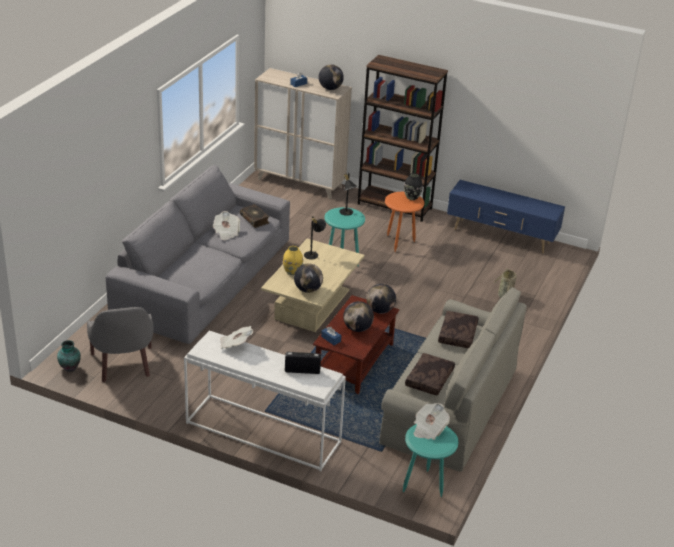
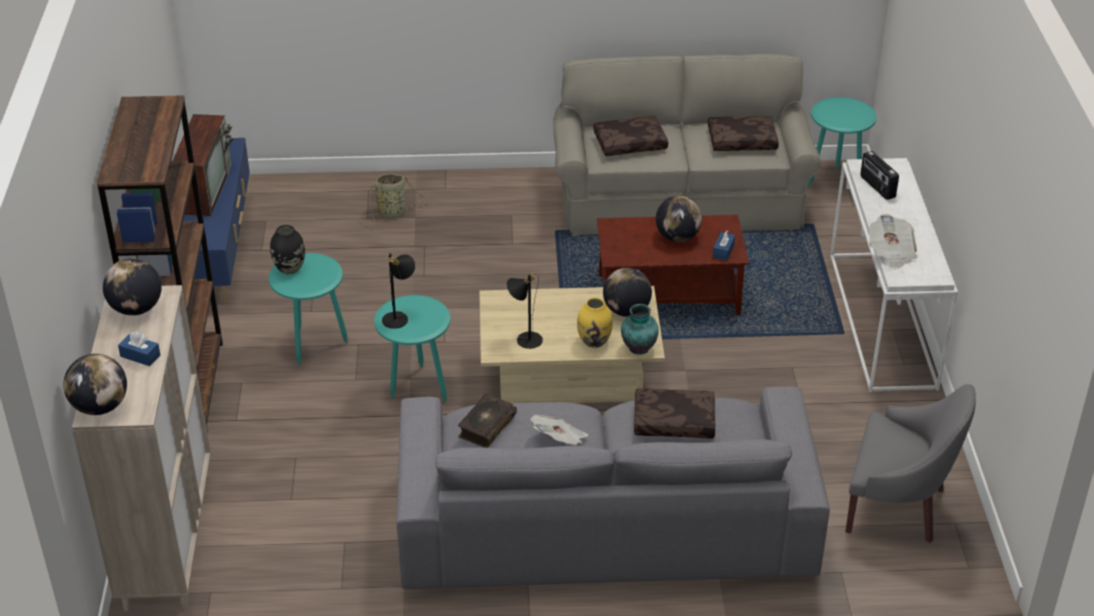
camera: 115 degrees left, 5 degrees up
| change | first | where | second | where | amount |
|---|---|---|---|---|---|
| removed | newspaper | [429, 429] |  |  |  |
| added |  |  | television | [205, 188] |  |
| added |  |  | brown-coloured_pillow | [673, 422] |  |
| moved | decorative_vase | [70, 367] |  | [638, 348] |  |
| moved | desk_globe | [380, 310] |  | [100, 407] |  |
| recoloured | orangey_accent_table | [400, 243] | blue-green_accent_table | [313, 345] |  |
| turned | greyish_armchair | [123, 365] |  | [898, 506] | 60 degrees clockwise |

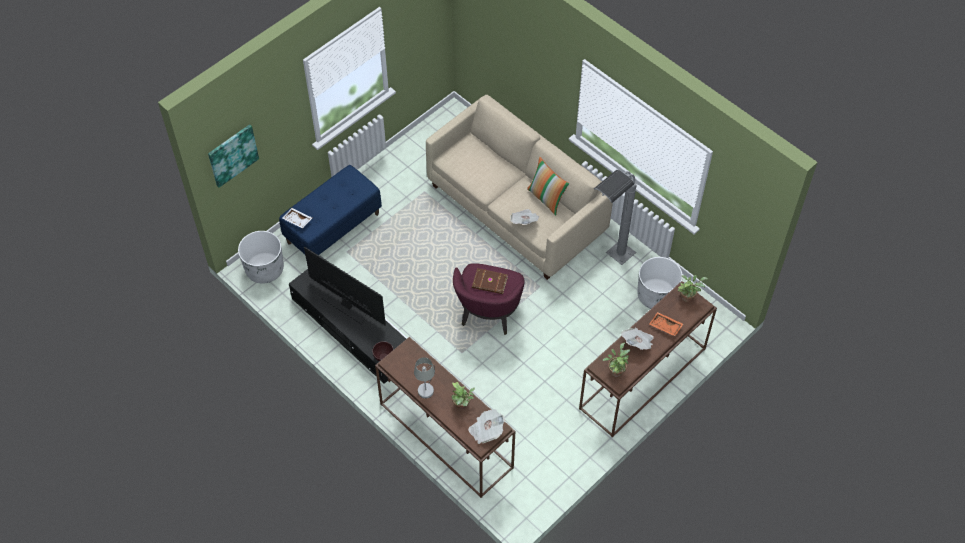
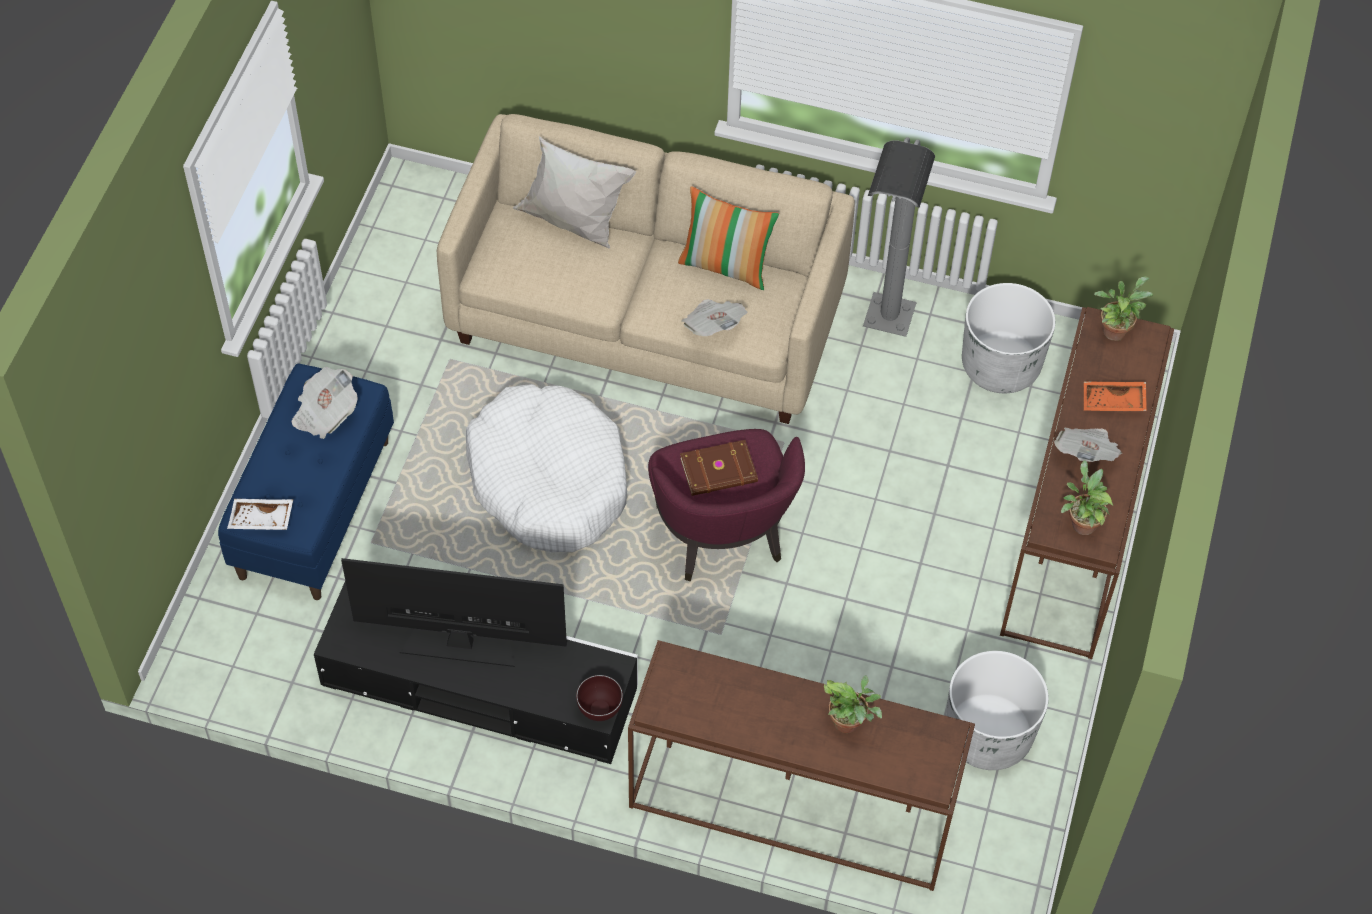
camera: 30 degrees left, 0 degrees up
| change | first | where | second | where | amount |
|---|---|---|---|---|---|
| removed | wall_picture | [232, 155] |  |  |  |
| removed | greyish_lamp_for_a_table | [426, 386] |  |  |  |
| added |  |  | white-coloured_pet_bed | [548, 480] |  |
| added |  |  | white-coloured_pillow | [574, 223] |  |
| moved | white-coloured_planter | [264, 269] |  | [988, 735] |  |
| moved | newspaper | [486, 431] |  | [325, 413] |  |

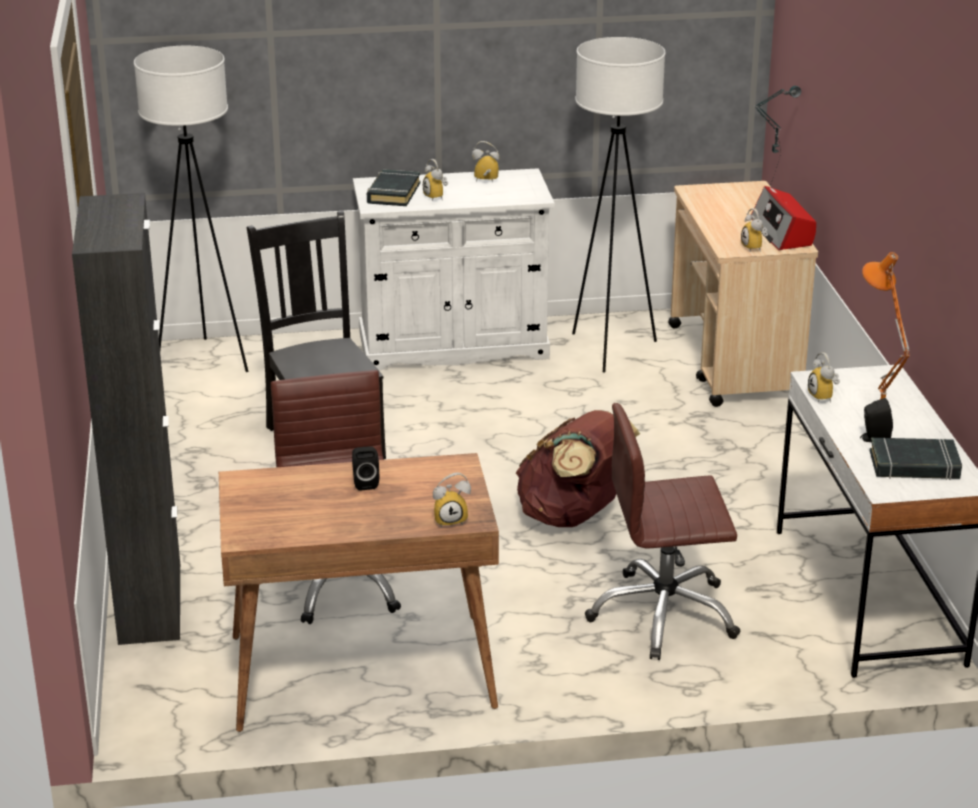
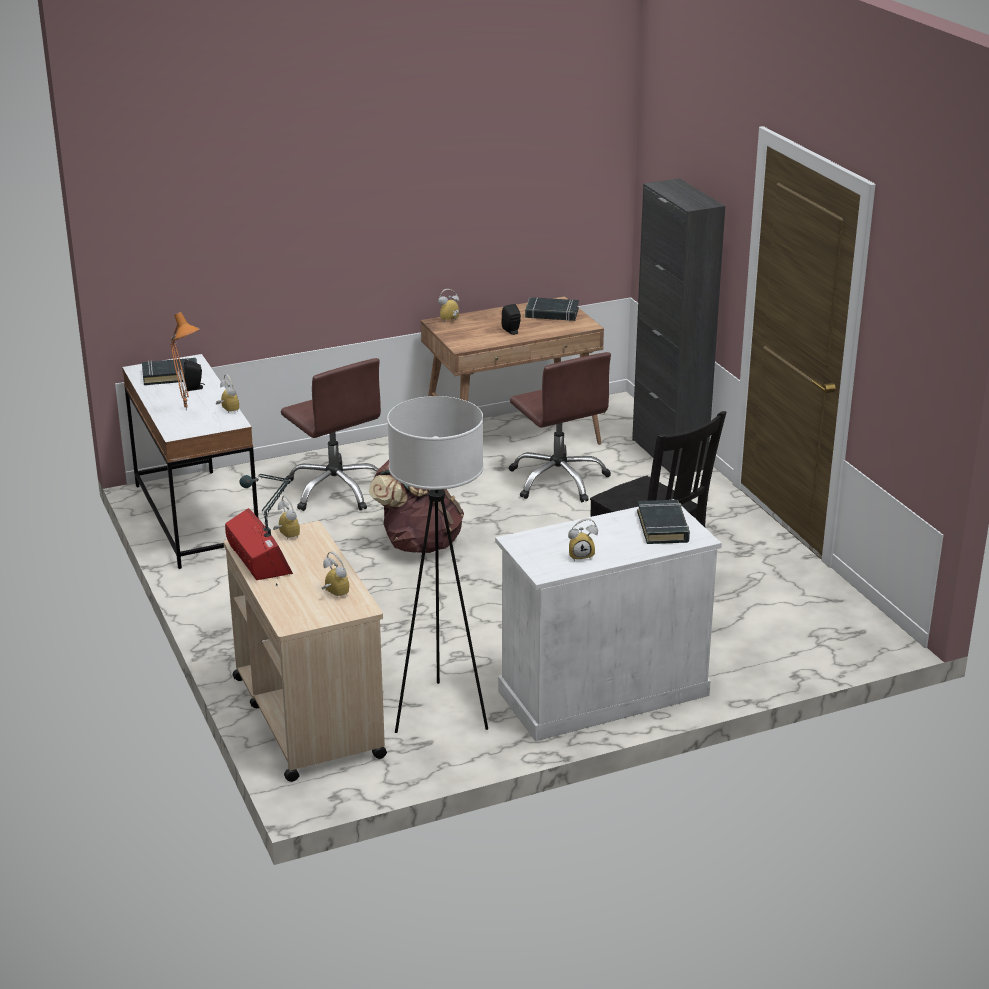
camera: 165 degrees right, 0 degrees up
| change | first | where | second | where | amount |
|---|---|---|---|---|---|
| removed | white-coloured_standard_lamp | [204, 361] |  |  |  |
| added |  |  | black-coloured_volume | [551, 313] |  |
| moved | table_clock | [437, 197] |  | [332, 594] |  |
| turned | brown-coloured_computer_chair | [663, 615] |  | [336, 489] | 75 degrees clockwise |

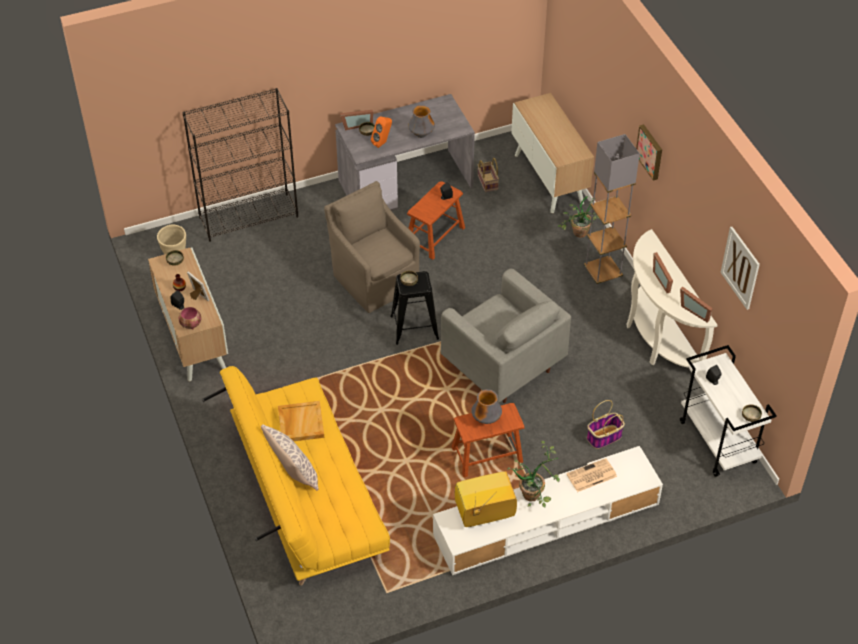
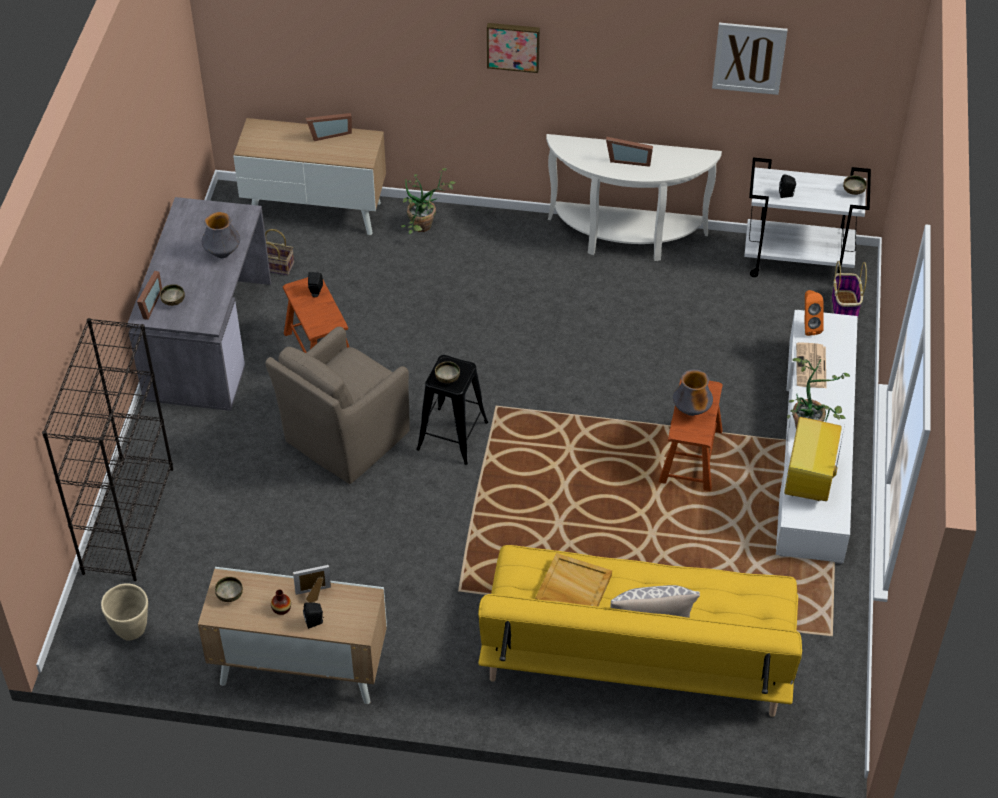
camera: 60 degrees left, 0 degrees up
| change | first | where | second | where | amount |
|---|---|---|---|---|---|
| removed | serving_bowl | [191, 325] |  |  |  |
| removed | greyish_armchair | [503, 366] |  |  |  |
| removed | greyish_standard_lamp | [602, 273] |  |  |  |
| moved | orangey_speaker | [382, 143] |  | [809, 327] |  |
| moved | storage_basket | [604, 437] |  | [845, 307] |  |
| moved | picture_frame | [695, 310] |  | [329, 133] |  |
| turned | brown-coloured_armchair | [374, 279] |  | [344, 439] | 45 degrees counterclockwise |

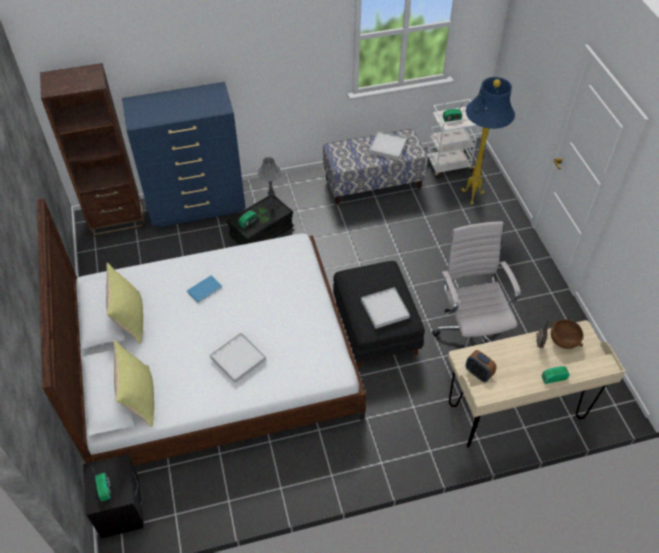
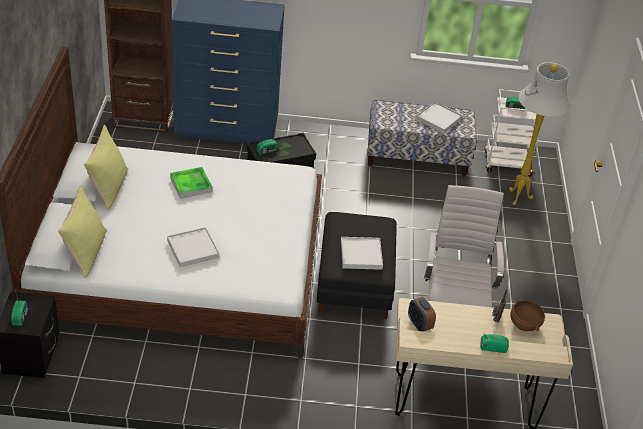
camera: 15 degrees right, 10 degrees down
| change | first | where | second | where | amount |
|---|---|---|---|---|---|
| removed | greyish_lamp_for_a_table | [272, 205] |  |  |  |
| replaced | blue_volume | [205, 289] | tray | [191, 185] |  |
| recoloured | blue_standard_lamp | [472, 196] | white-coloured_standard_lamp | [518, 198] |  |

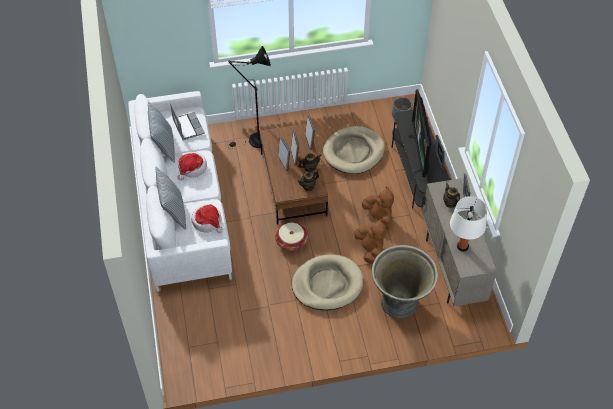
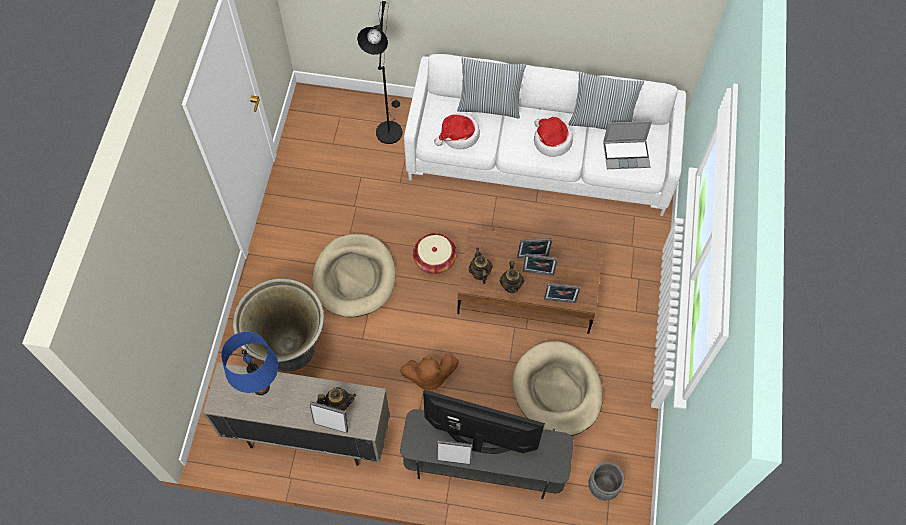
camera: 110 degrees right, 10 degrees up
| change | first | where | second | where | amount |
|---|---|---|---|---|---|
| removed | brown-coloured_plush_toy | [370, 249] |  |  |  |
| moved | black-coloured_standard_lamp | [254, 141] |  | [389, 128] |  |
| recoloured | white-coloured_lamp_for_a_table | [462, 246] | blue_lamp_for_a_table | [261, 387] |  |

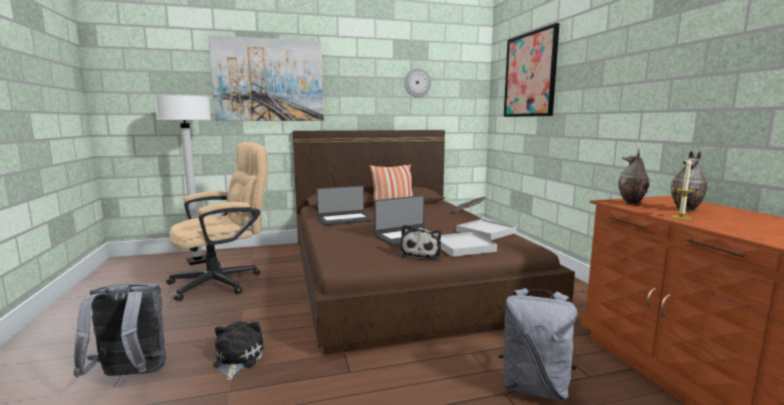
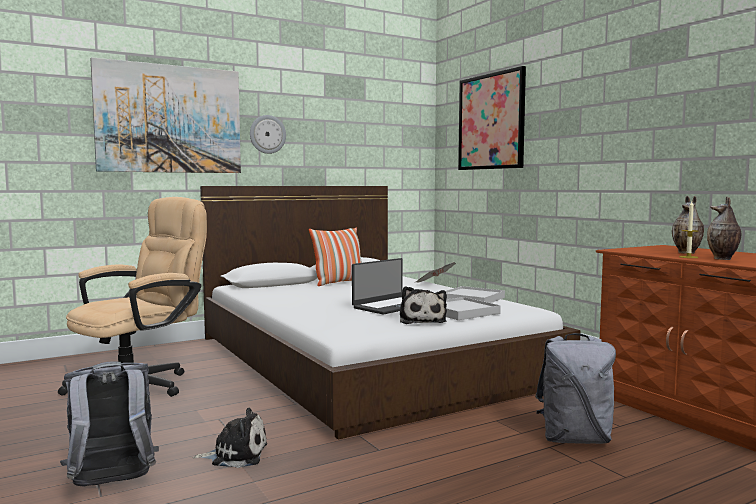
camera: 15 degrees left, 5 degrees down
| change | first | where | second | where | amount |
|---|---|---|---|---|---|
| removed | white-coloured_standard_lamp | [198, 261] |  |  |  |
| removed | laptop | [345, 219] |  |  |  |
| moved | clock_on_the_wall | [417, 82] |  | [267, 134] |  |
| moved | decorative_vase | [631, 203] |  | [723, 259] |  |
| recoloured | brown-coloured_sleeping_bed | [401, 272] | white-coloured_sleeping_bed | [367, 358] |  |
| turned | plush_toy | [237, 359] |  | [236, 455] | 105 degrees clockwise |

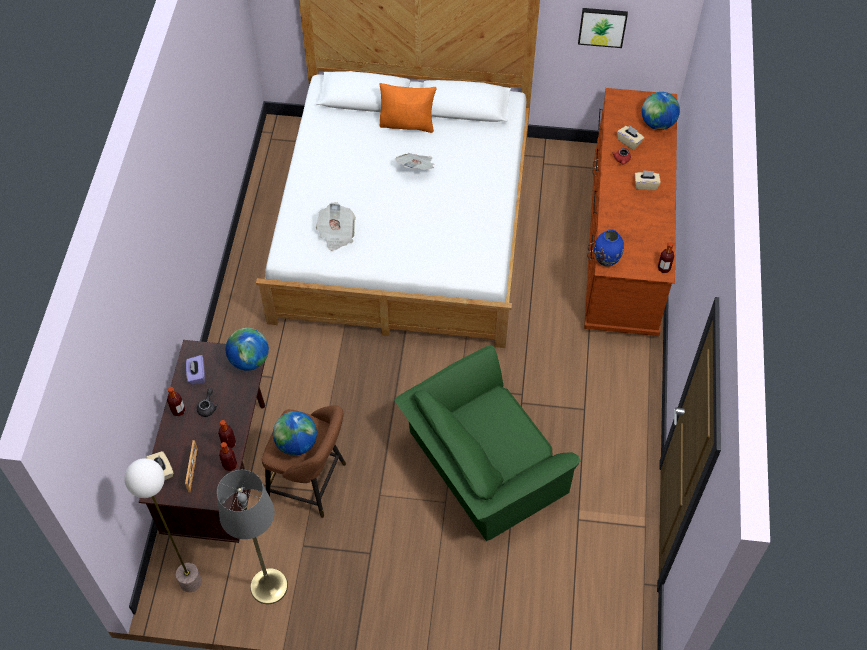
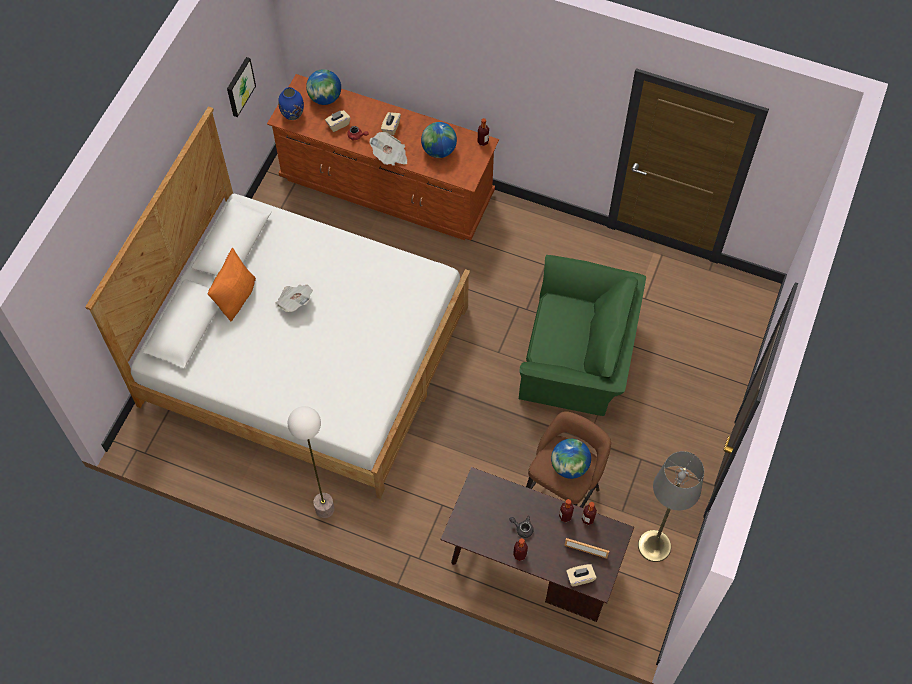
camera: 75 degrees left, 5 degrees up
| change | first | where | second | where | amount |
|---|---|---|---|---|---|
| removed | purplish_tissue_box | [197, 375] |  |  |  |
| moved | standard_lamp | [190, 581] |  | [324, 509] |  |
| moved | desk_globe | [249, 360] |  | [439, 150] |  |
| moved | newspaper | [336, 234] |  | [390, 156] |  |
| moved | blue_decorative_vase | [606, 260] |  | [292, 114] |  |
| turned | green_armchair | [481, 465] |  | [579, 354] | 60 degrees counterclockwise |

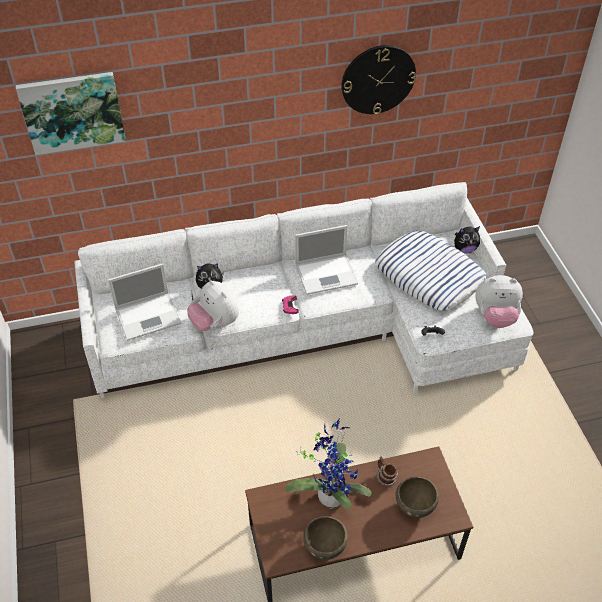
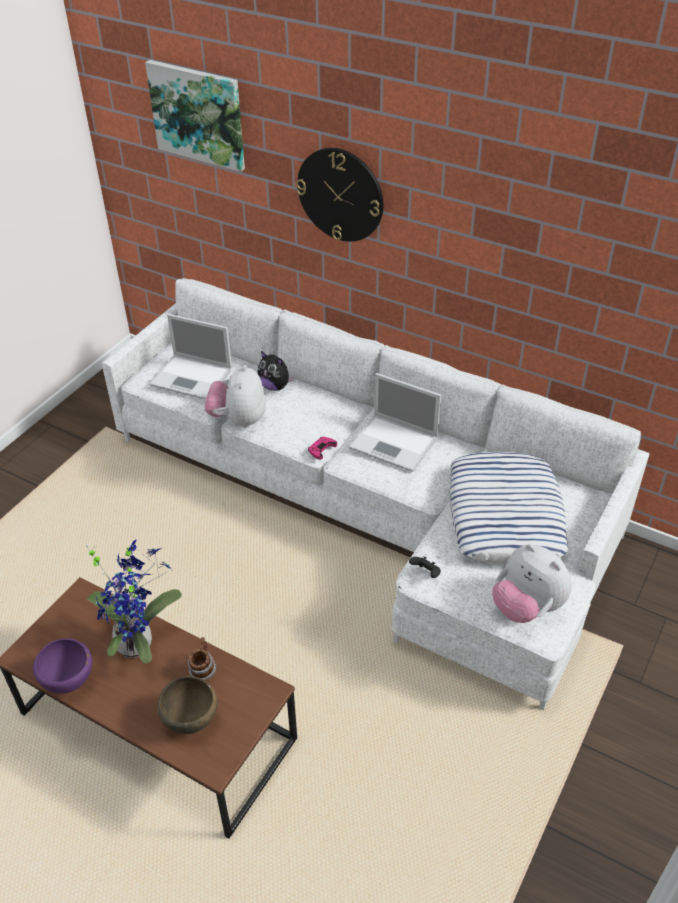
camera: 45 degrees right, 5 degrees down
| change | first | where | second | where | amount |
|---|---|---|---|---|---|
| removed | plush_toy | [464, 249] |  |  |  |
| moved | clock_on_the_wall | [378, 79] |  | [340, 194] |  |
| recoloured | brown-coloured_serving_bowl | [325, 547] | purplish_serving_bowl | [70, 682] |  |

